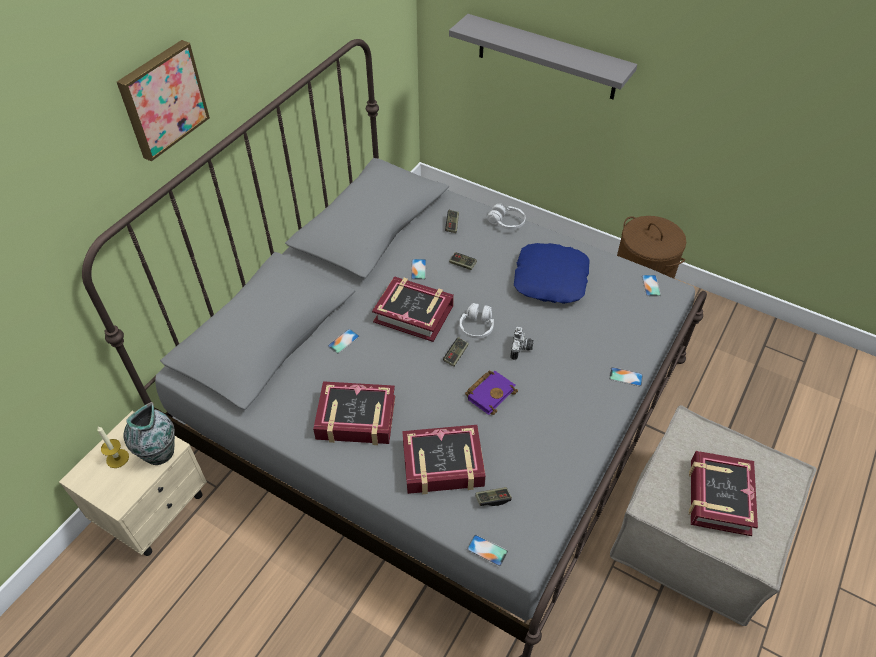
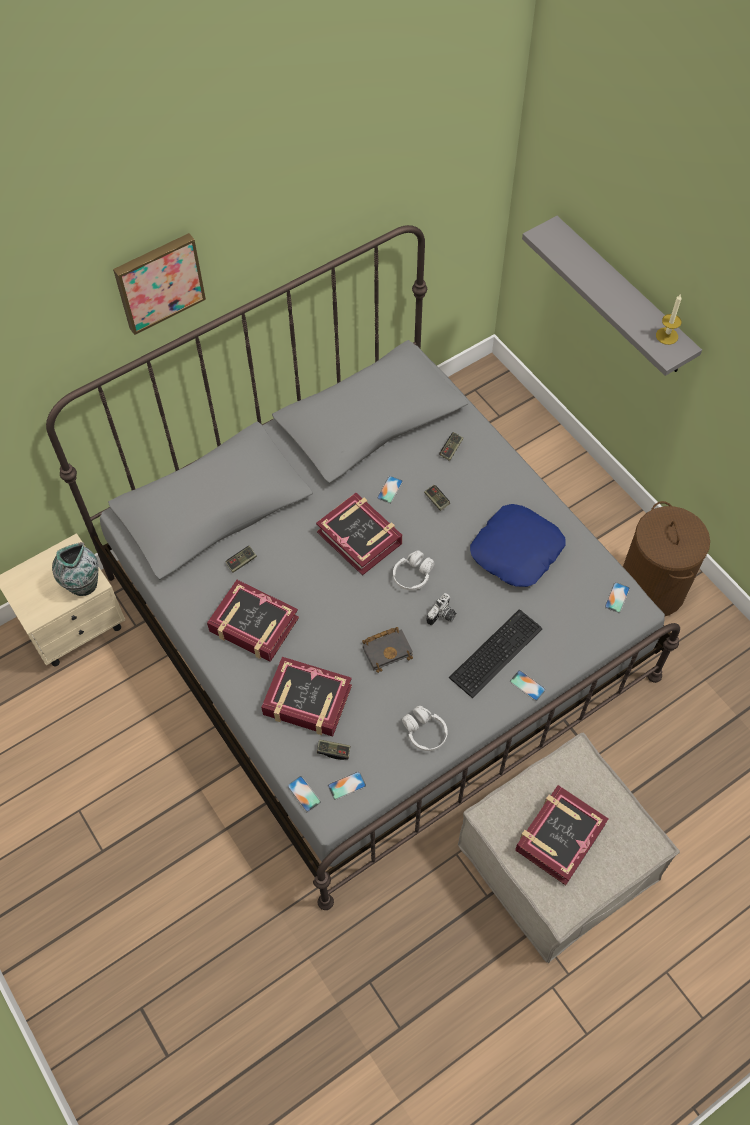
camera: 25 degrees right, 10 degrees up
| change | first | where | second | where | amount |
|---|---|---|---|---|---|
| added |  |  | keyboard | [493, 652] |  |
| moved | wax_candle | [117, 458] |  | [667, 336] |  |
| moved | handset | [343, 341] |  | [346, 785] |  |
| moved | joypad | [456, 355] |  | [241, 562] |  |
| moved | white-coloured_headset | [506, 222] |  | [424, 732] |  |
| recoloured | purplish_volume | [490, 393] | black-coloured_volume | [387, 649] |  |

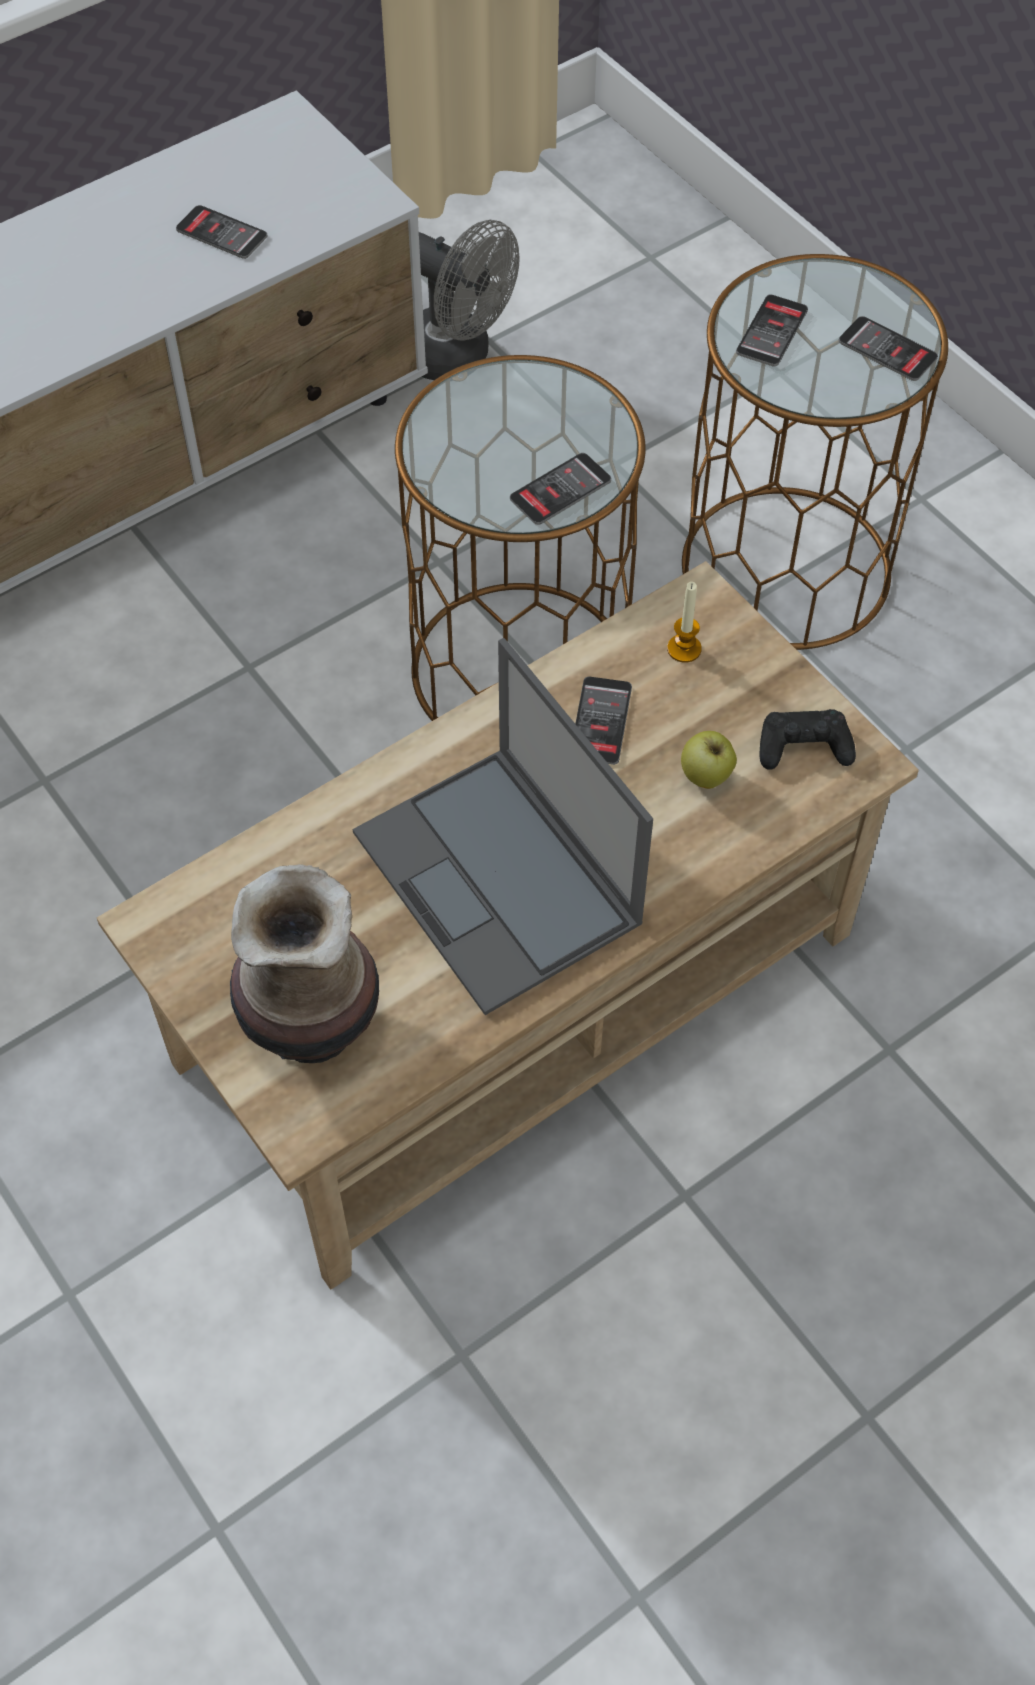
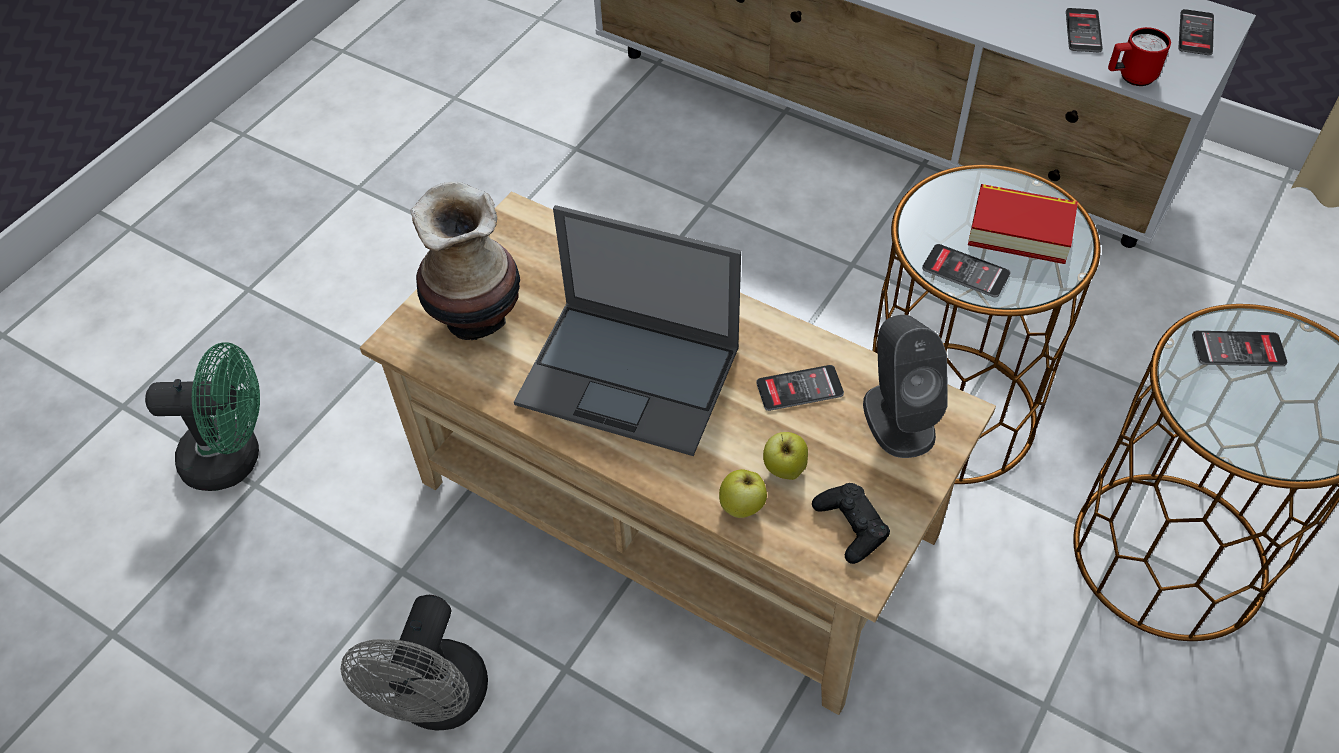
camera: 70 degrees right, 5 degrees down
| change | first | where | second | where | amount |
|---|---|---|---|---|---|
| added |  |  | green_fan | [234, 458] |  |
| added |  |  | apple | [742, 507] |  |
| added |  |  | volume | [1020, 231] |  |
| added |  |  | red_mug | [1130, 77] |  |
| moved | greyish_fan | [457, 358] |  | [438, 704] |  |
| moved | handset | [887, 350] |  | [1195, 33] |  |
| replaced | wax_candle | [684, 649] | greyish_speaker | [898, 418] |  |
| turned | laptop | [499, 880] |  | [631, 376] | 105 degrees counterclockwise |

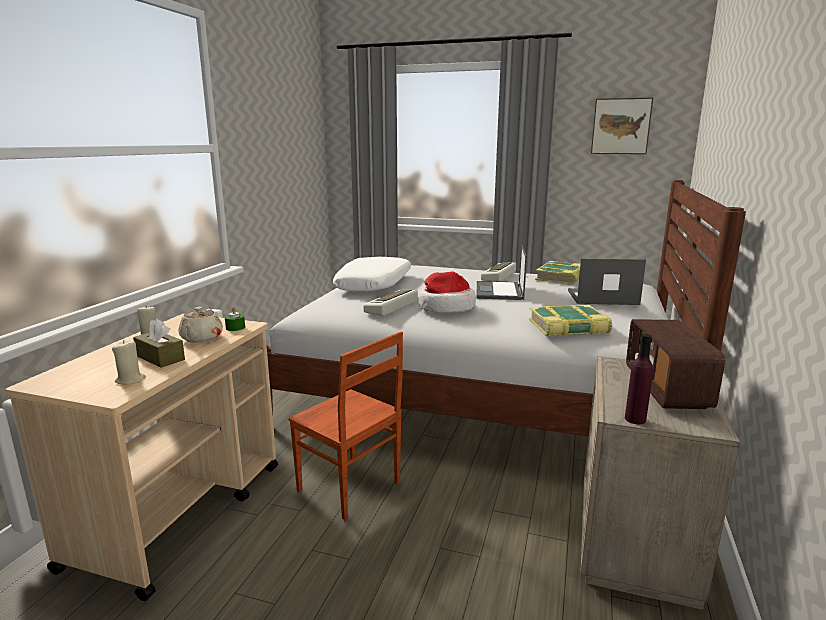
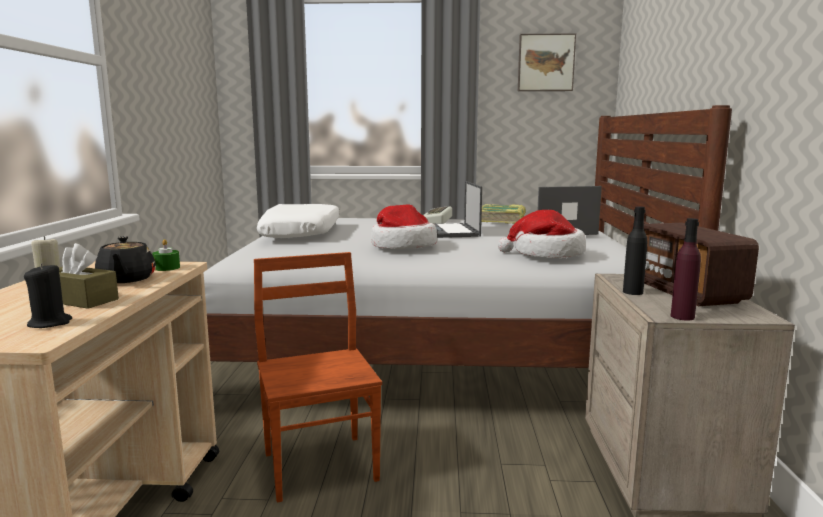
camera: 15 degrees left, 5 degrees down
| change | first | where | second | where | amount |
|---|---|---|---|---|---|
| removed | keyboard | [392, 307] |  |  |  |
| added |  |  | black-coloured_beverage_bottle | [633, 292] |  |
| replaced | volume | [568, 327] | wearable_hat | [546, 254] |  |
| recoloured | sand-coloured_wax_candle | [130, 380] | black-coloured_wax_candle | [50, 323] |  |
| recoloured | sand-coloured_tea_pot | [201, 338] | black-coloured_tea_pot | [126, 279] |  |
| turned | brown-coloured_chair | [349, 488] |  | [321, 465] | 135 degrees counterclockwise |

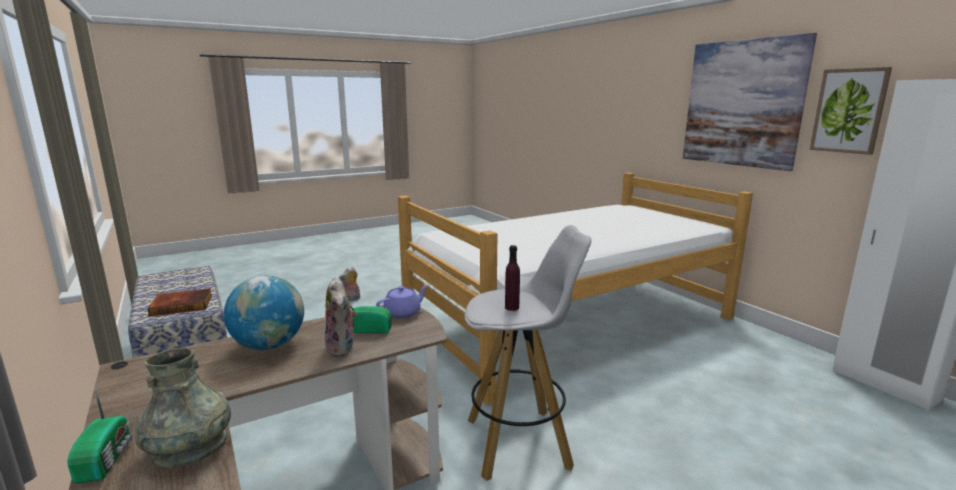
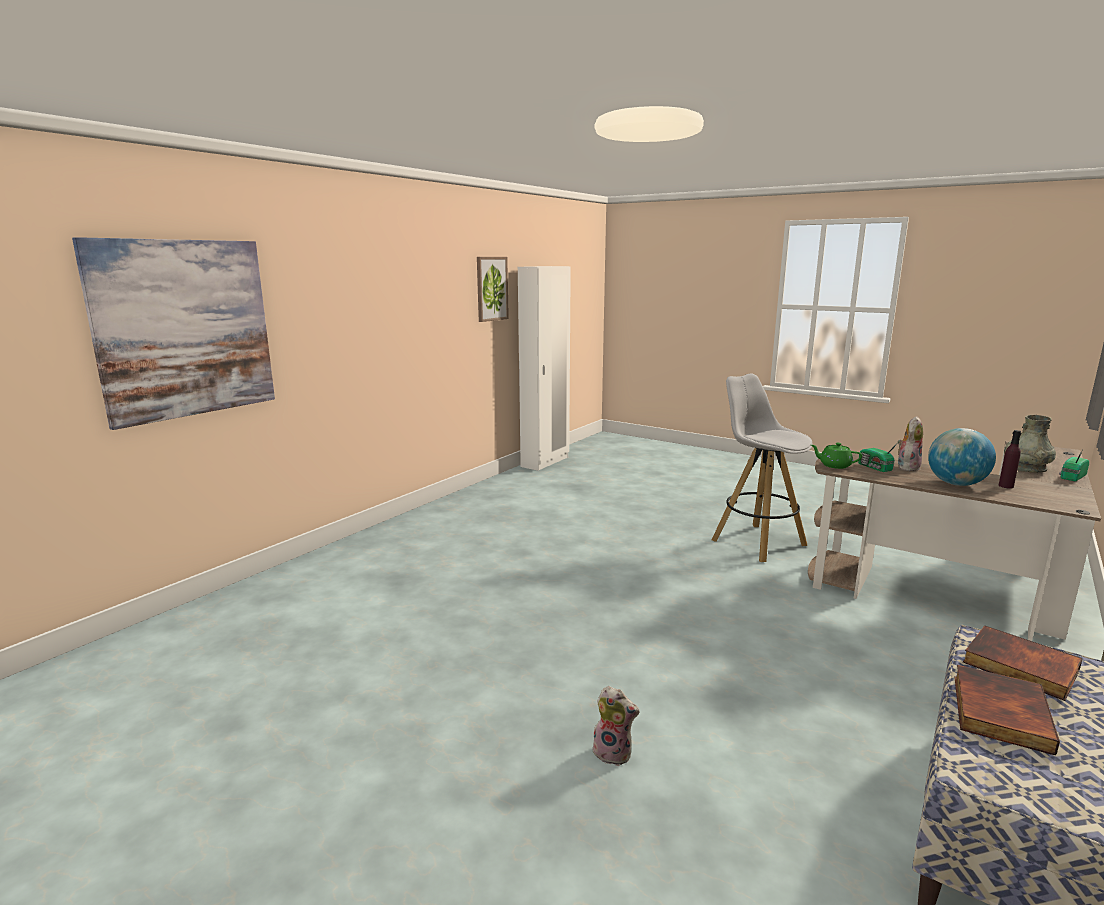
camera: 115 degrees left, 0 degrees up
| change | first | where | second | where | amount |
|---|---|---|---|---|---|
| removed | sleeping_bed | [572, 322] |  |  |  |
| added |  |  | volume | [998, 711] |  |
| moved | purplish_beverage_bottle | [512, 307] |  | [1006, 486] |  |
| moved | wall_picture | [742, 103] |  | [185, 329] |  |
| recoloured | purplish_tea_pot | [403, 313] | green_tea_pot | [834, 465] |  |

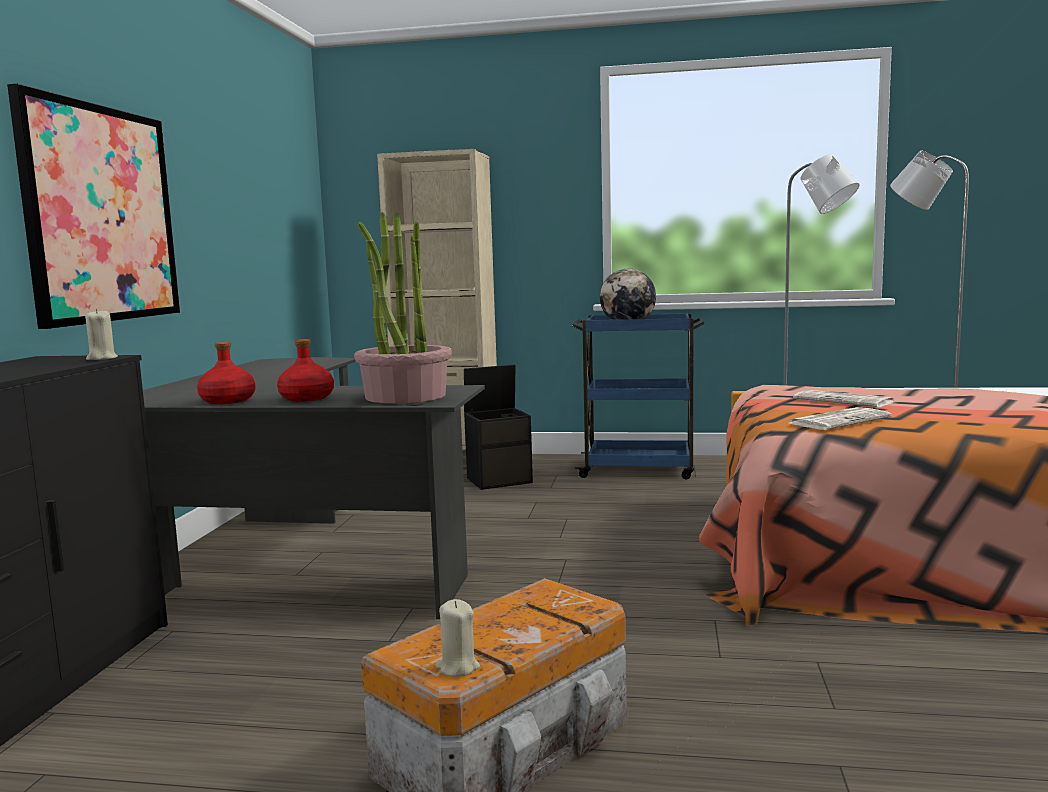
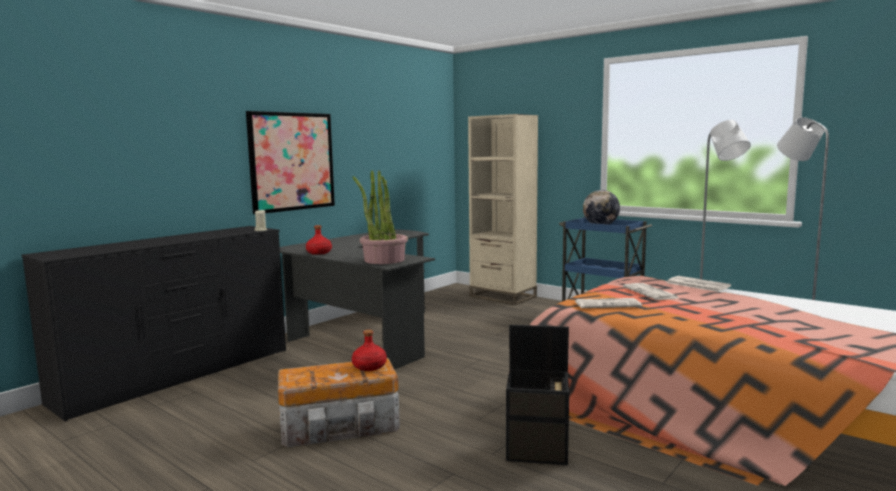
camera: 30 degrees right, 0 degrees up
| change | first | where | second | where | amount |
|---|---|---|---|---|---|
| removed | sand-coloured_wax_candle | [457, 667] |  |  |  |
| added |  |  | newspaper | [697, 284] |  |
| moved | red_beverage_bottle | [306, 398] |  | [369, 366] |  |
| moved | black-coloured_storage_container | [500, 480] |  | [538, 449] |  |

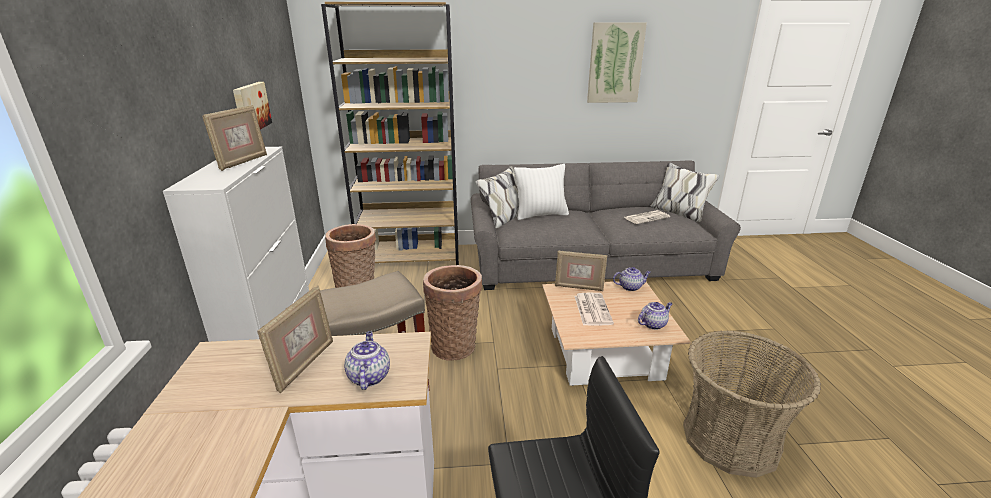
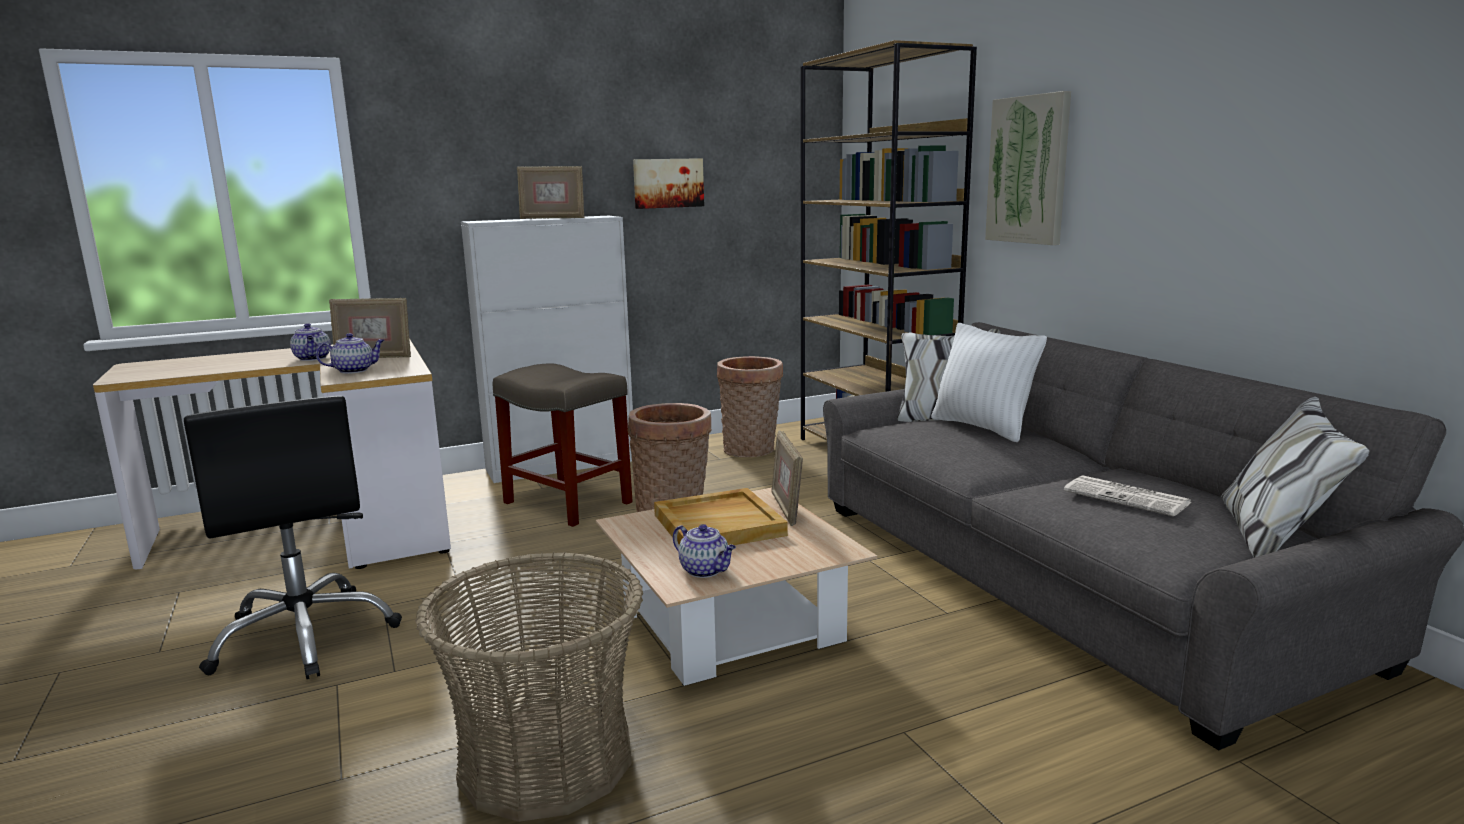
camera: 70 degrees right, 10 degrees down
| change | first | where | second | where | amount |
|---|---|---|---|---|---|
| moved | wall_picture | [615, 63] |  | [1028, 170] |  |
| moved | tea_pot | [630, 287] |  | [313, 358] |  |
| replaced | newspaper | [592, 309] | sand-coloured_tray | [719, 524] |  |

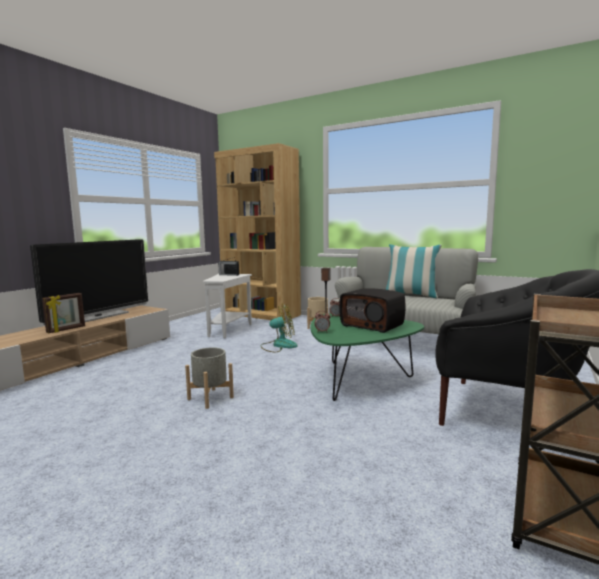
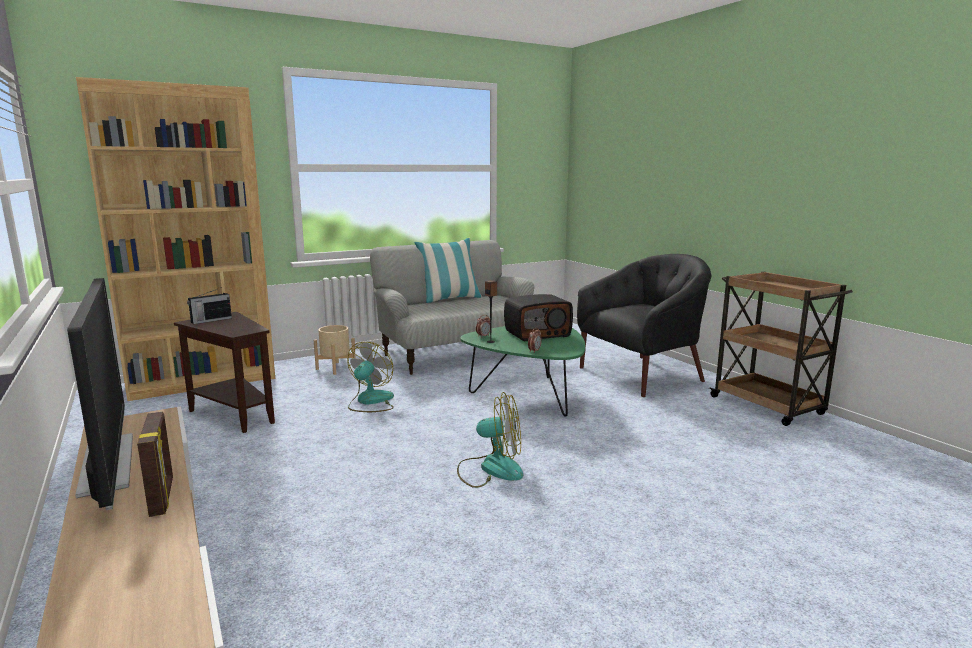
camera: 60 degrees left, 5 degrees up
| change | first | where | second | where | amount |
|---|---|---|---|---|---|
| replaced | greyish_planter | [210, 398] | fan | [491, 469] |  |
| recoloured | white-coloured_accent_table | [228, 329] | brown-coloured_accent_table | [235, 414] |  |

